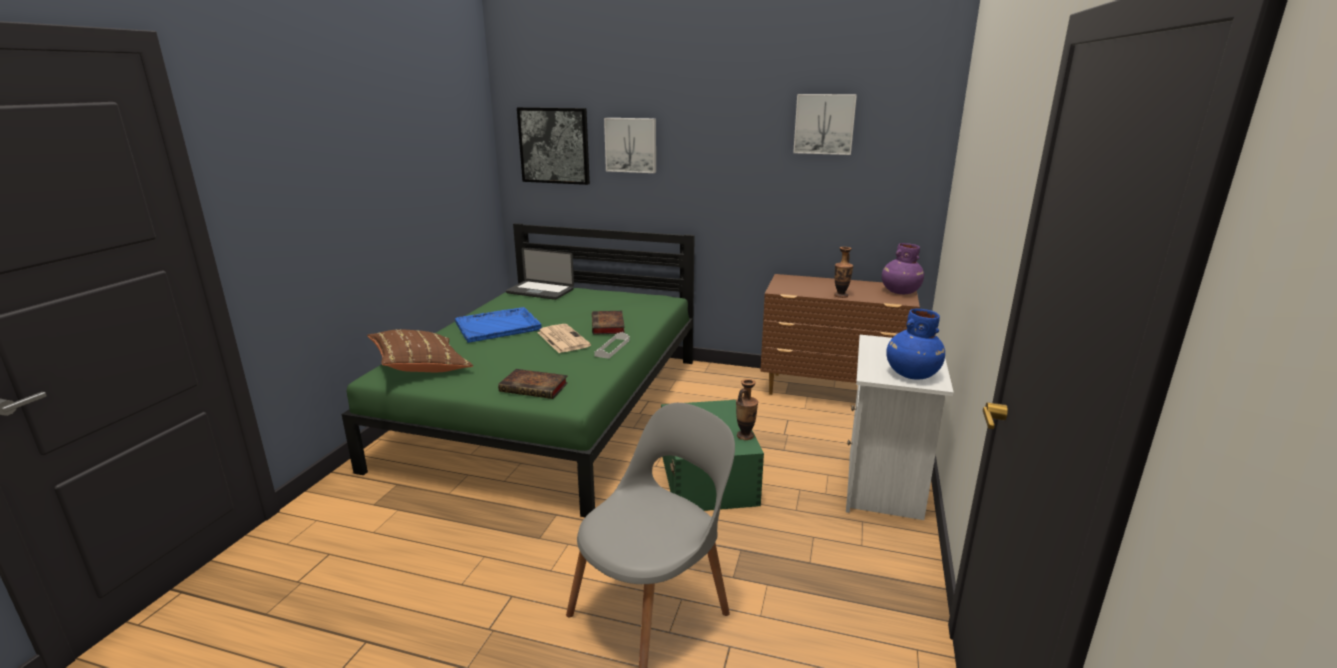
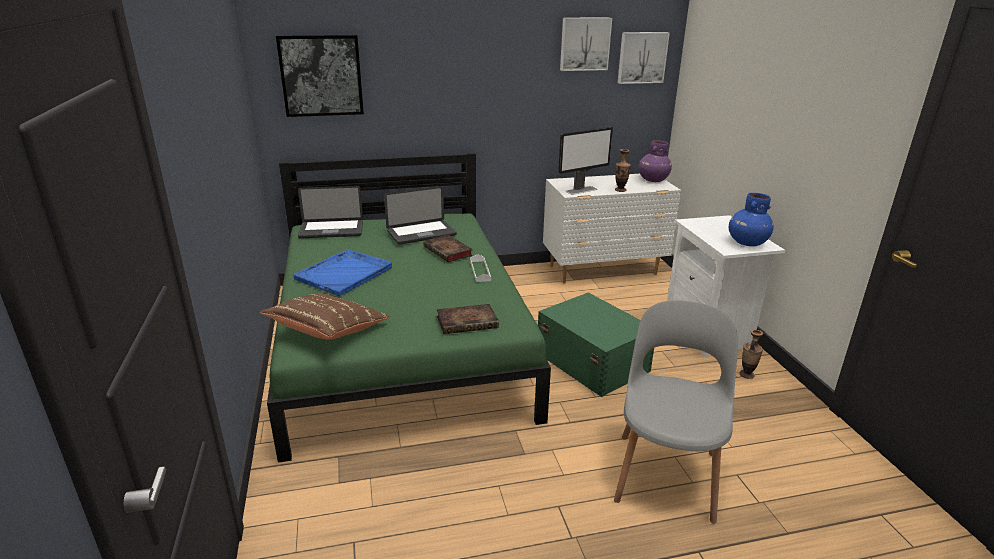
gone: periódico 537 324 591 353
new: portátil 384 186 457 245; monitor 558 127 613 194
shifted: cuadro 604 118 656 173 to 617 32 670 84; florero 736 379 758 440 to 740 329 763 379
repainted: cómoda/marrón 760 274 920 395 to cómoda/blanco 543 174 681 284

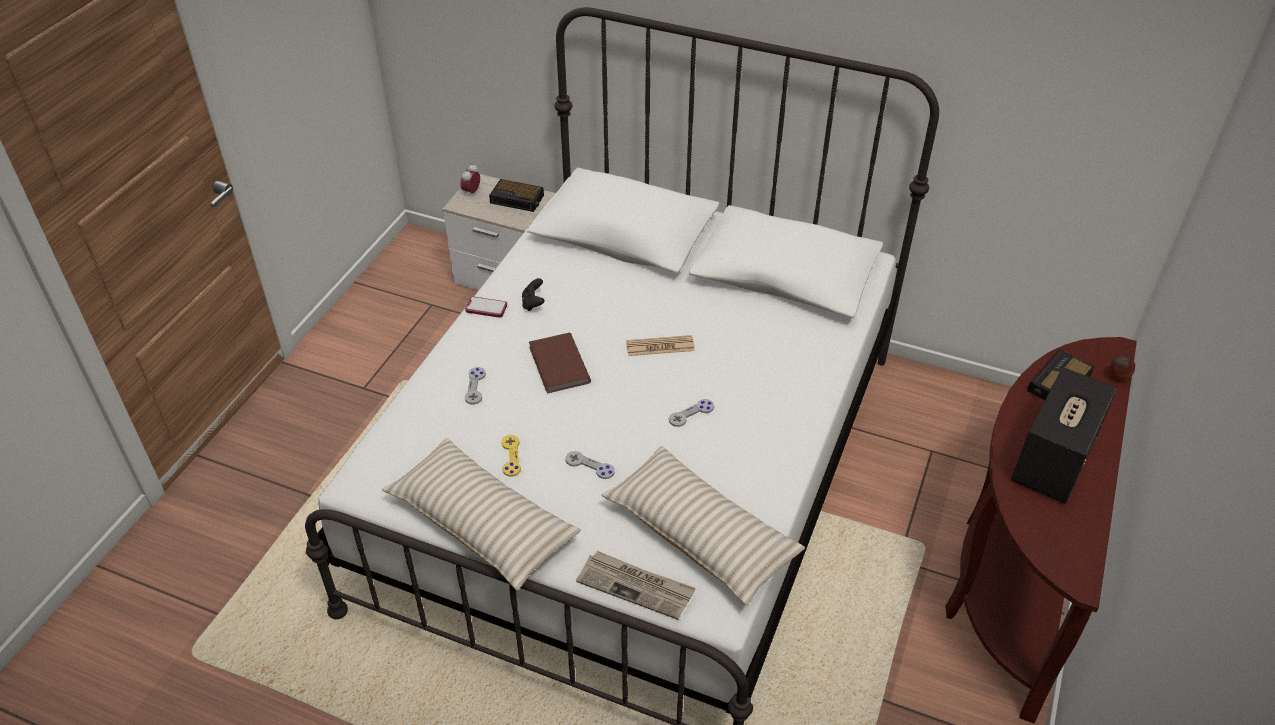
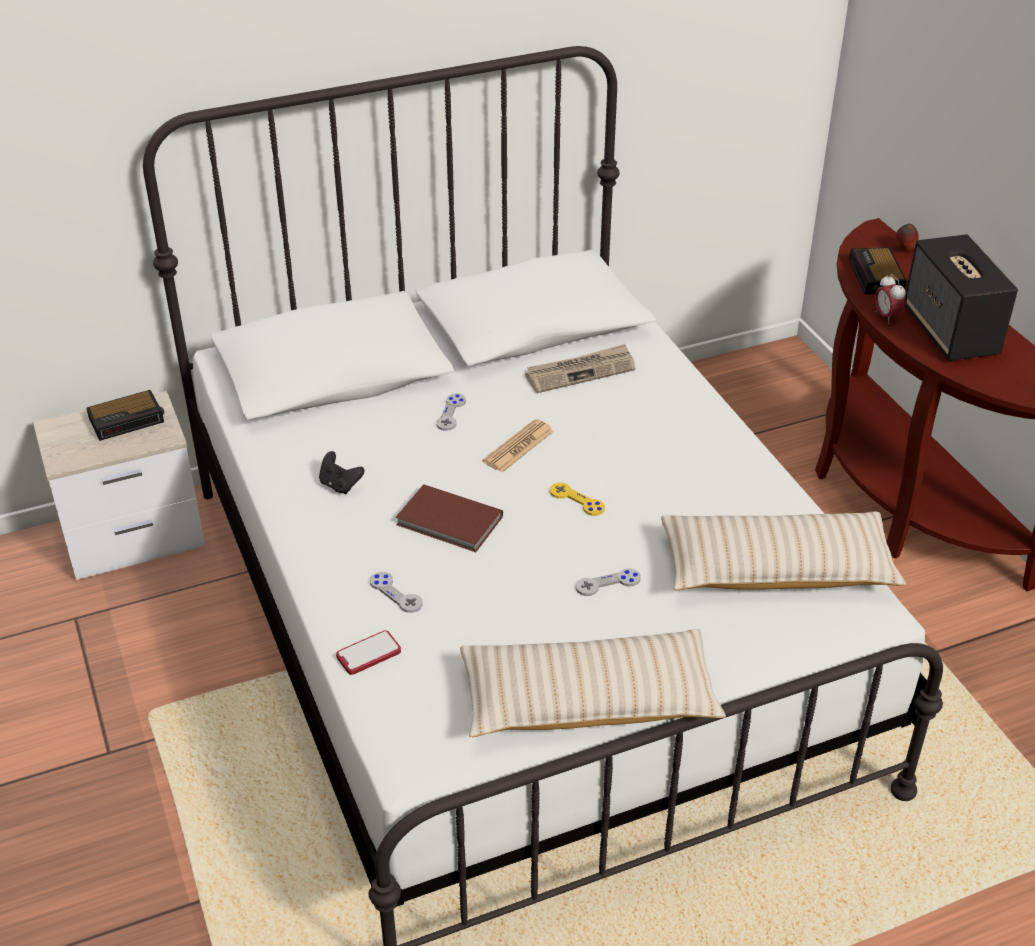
shifted: despertador 460 163 480 196 to 875 274 906 324; móvil 465 297 507 318 to 336 630 401 675; mando de consola/amarillo 501 435 521 477 to 550 483 605 516; periódico 576 551 696 620 to 525 344 636 393; mando de consola/gris 669 399 714 427 to 436 393 466 431

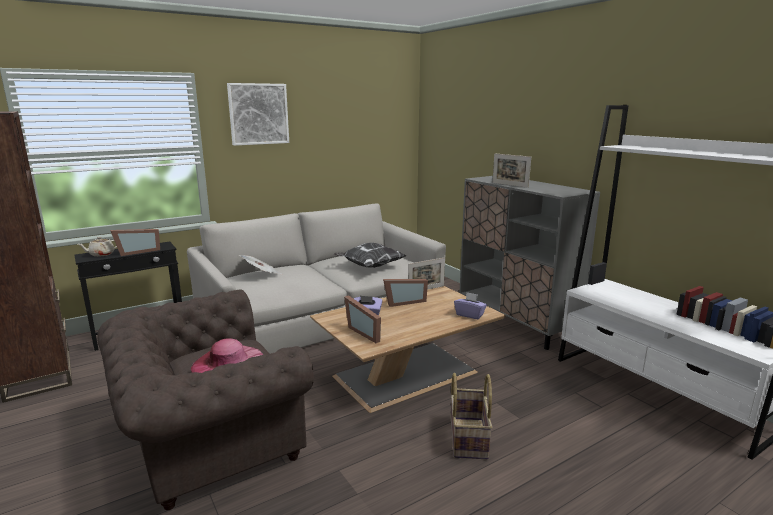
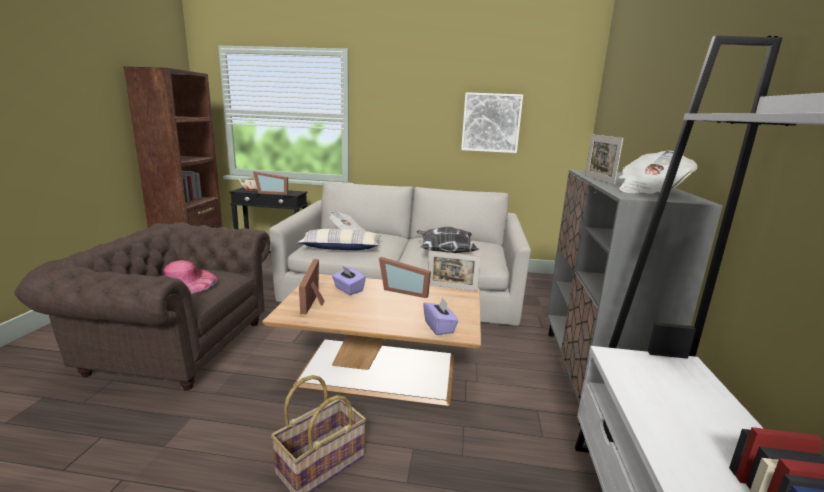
new: cojín 297 229 381 250; periódico 619 151 698 194
shifted: cuadro 227 83 289 146 to 461 92 523 153

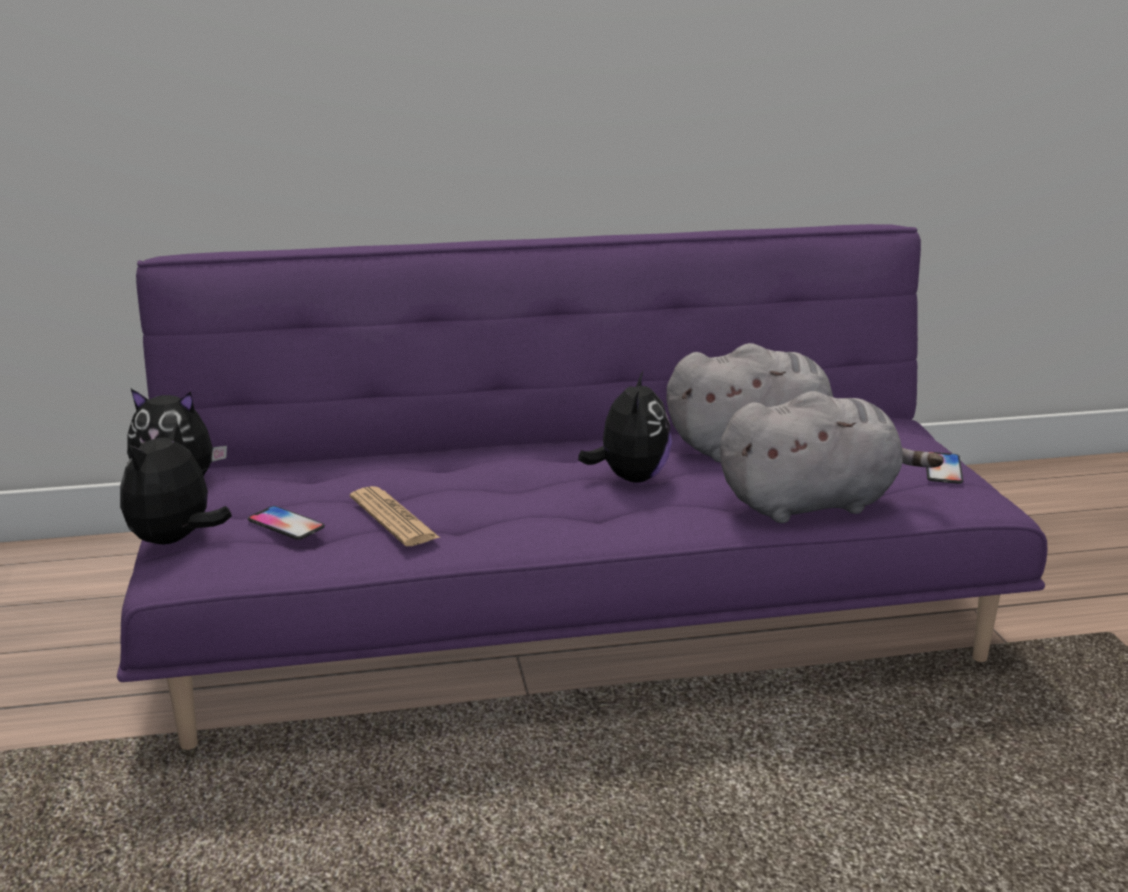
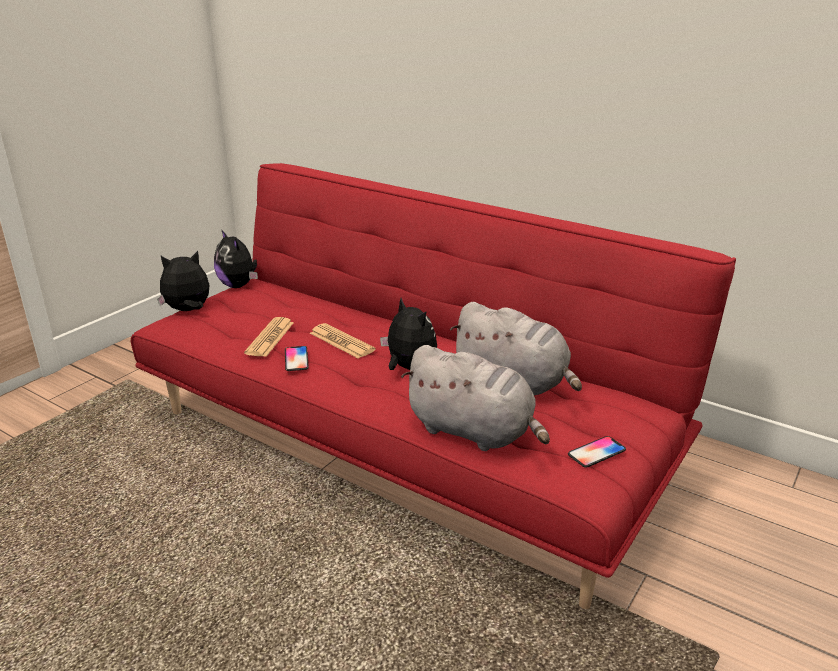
new: periódico 310 323 375 359
shifted: móvil 247 506 325 540 to 285 346 309 371
repainted: sofá/morado 117 224 1047 750 to sofá/rojo 131 163 736 609
rotated: peluche 578 370 672 483 = 380 298 437 370 90 degrees counterclockwise

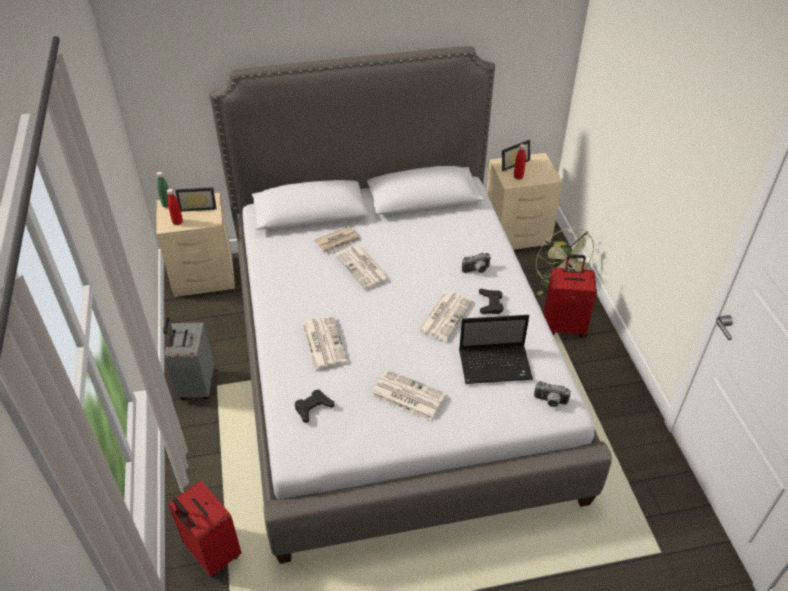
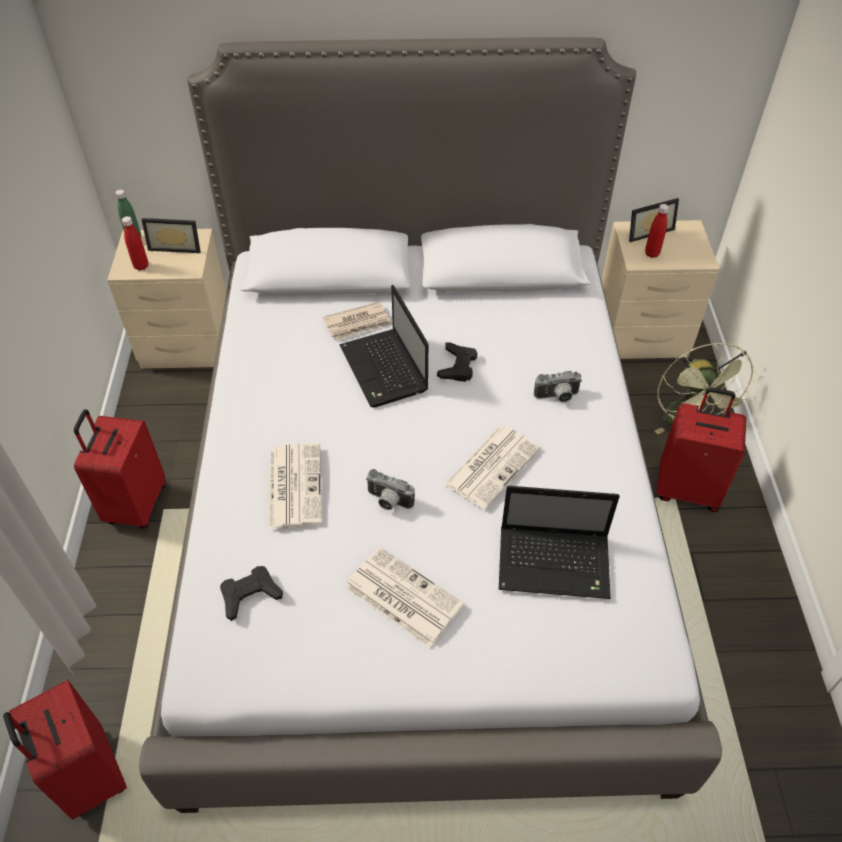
shifted: mando de consola/negro 479 289 504 314 to 437 342 478 382; cámara 534 381 571 407 to 366 469 415 510
swapped: periódico 335 245 391 289 to portátil 339 285 428 407
repainted: maleta/gris 163 317 214 400 to maleta/rojo 74 409 166 528

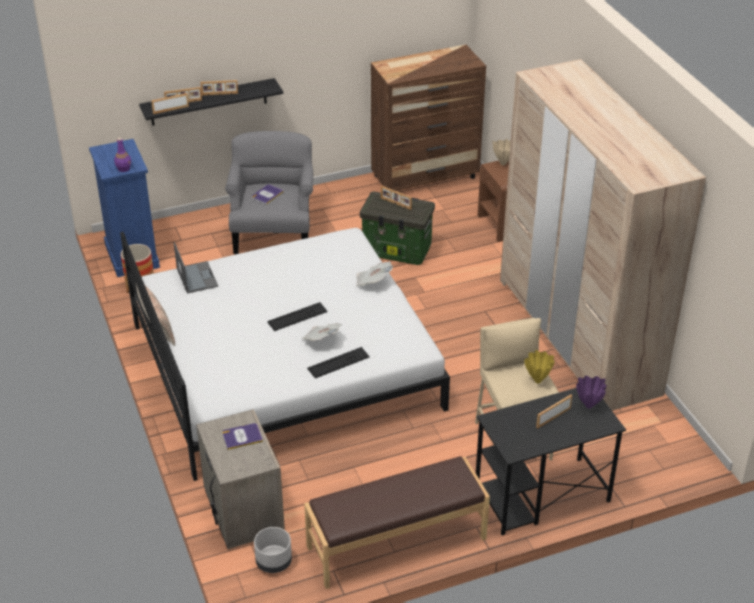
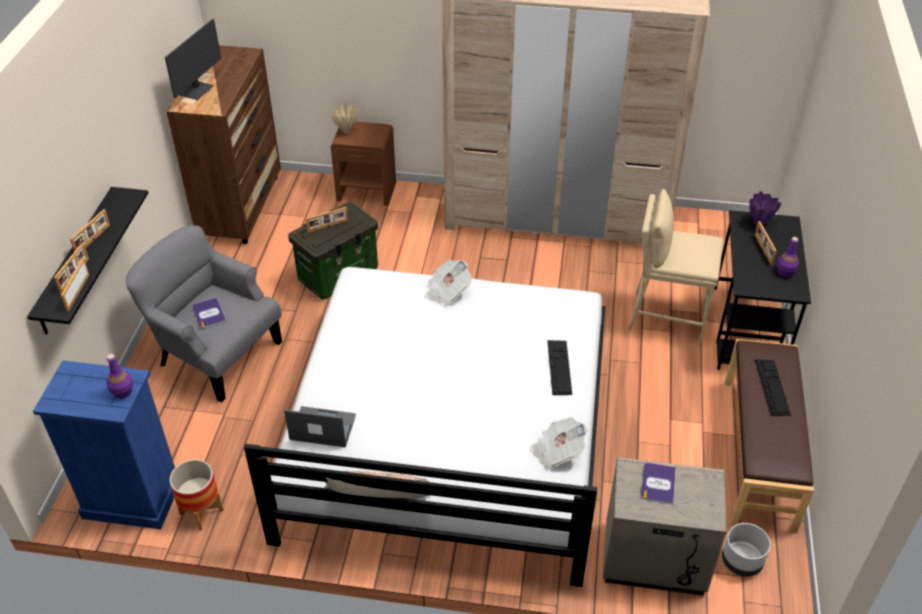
gone: florero/amarillo 524 350 555 383
new: monitor 165 19 221 100; botella/morado 777 237 799 277
shifted: teclado 267 302 328 331 to 755 359 791 416; periódico 302 323 342 341 to 530 417 588 468

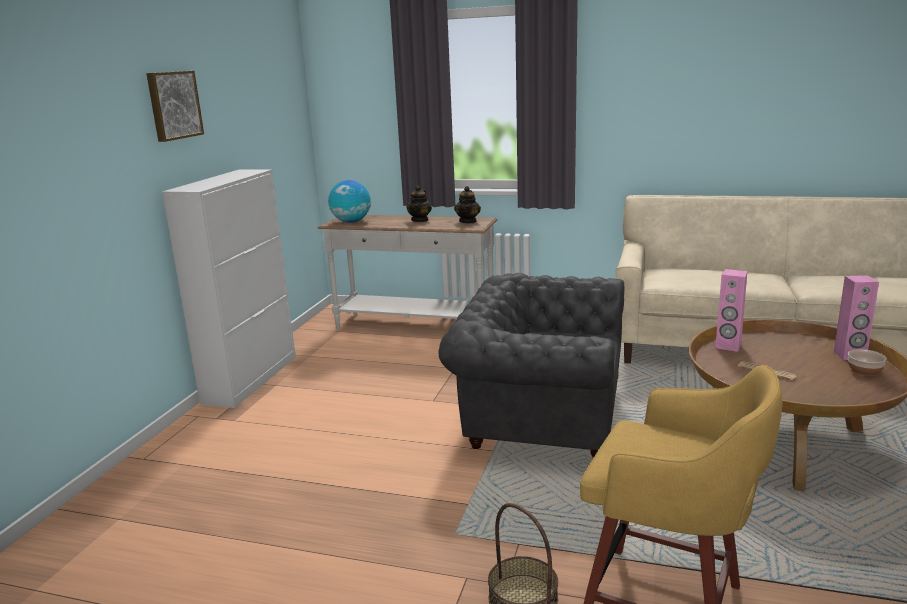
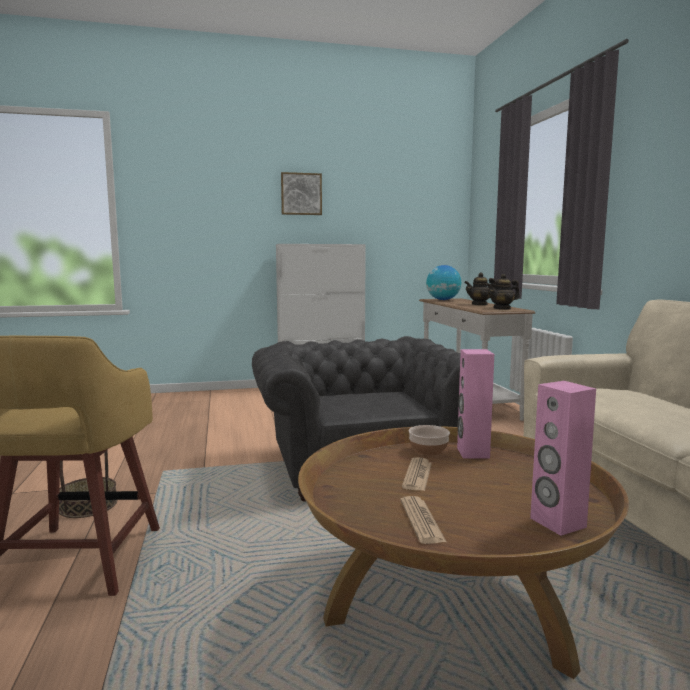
new: periódico 400 496 447 544
shifted: cuenco 848 349 887 376 to 409 425 450 456

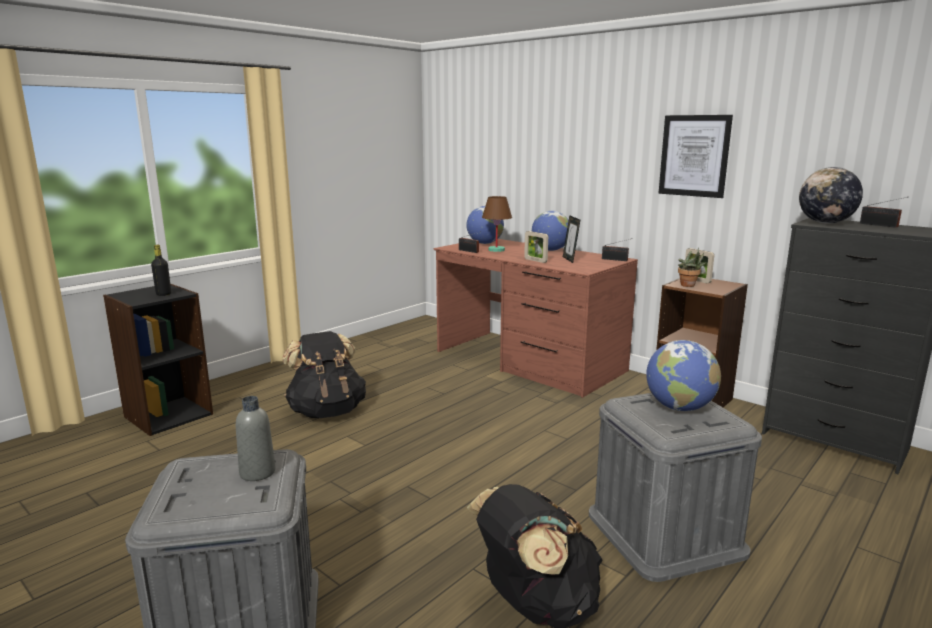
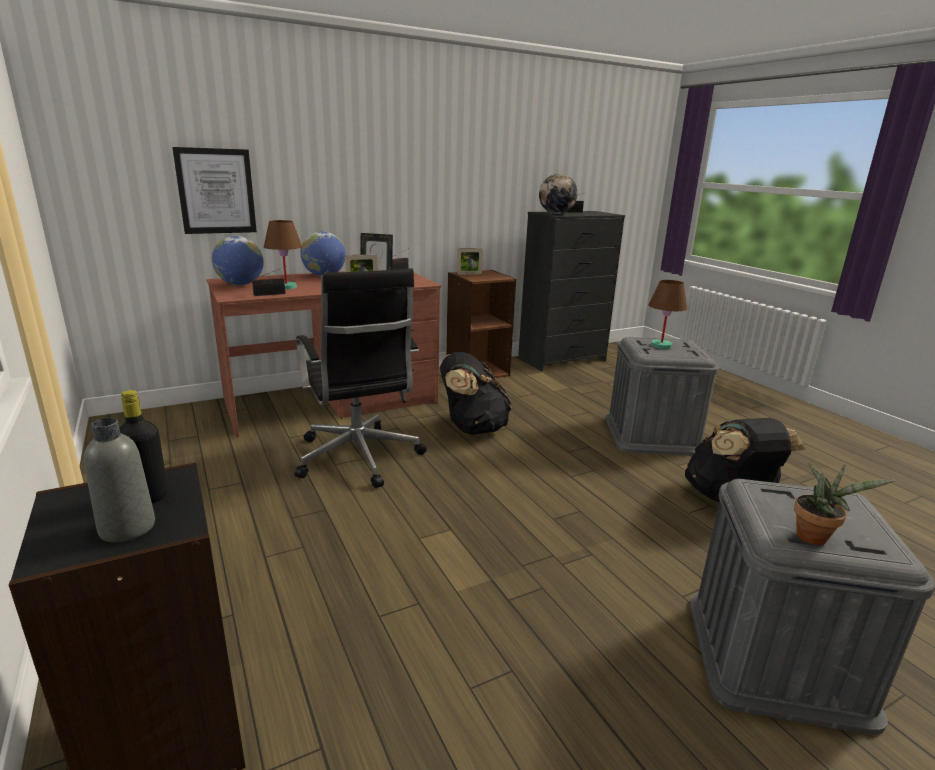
new: silla de oficina/negro 295 268 427 488
shifted: botella/gris 236 396 276 481 to 84 418 155 542; mochila/negro 282 331 366 418 to 440 352 512 435; cuadro 659 115 733 198 to 172 147 257 234; planta en maceta 678 248 706 287 to 794 463 896 545
swapped: globo terráqueo 646 340 721 411 to lámpara de mesa/marrón 649 280 687 349

